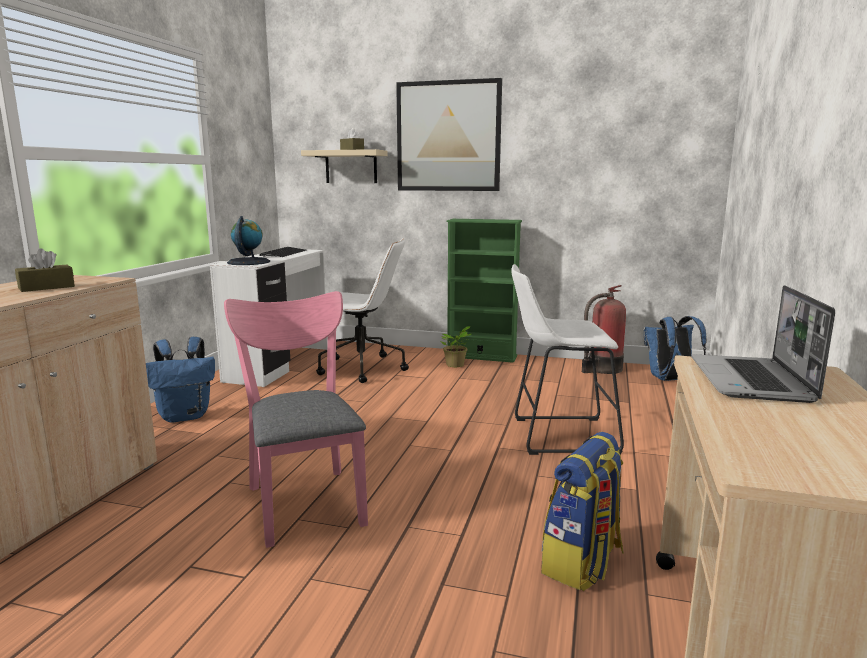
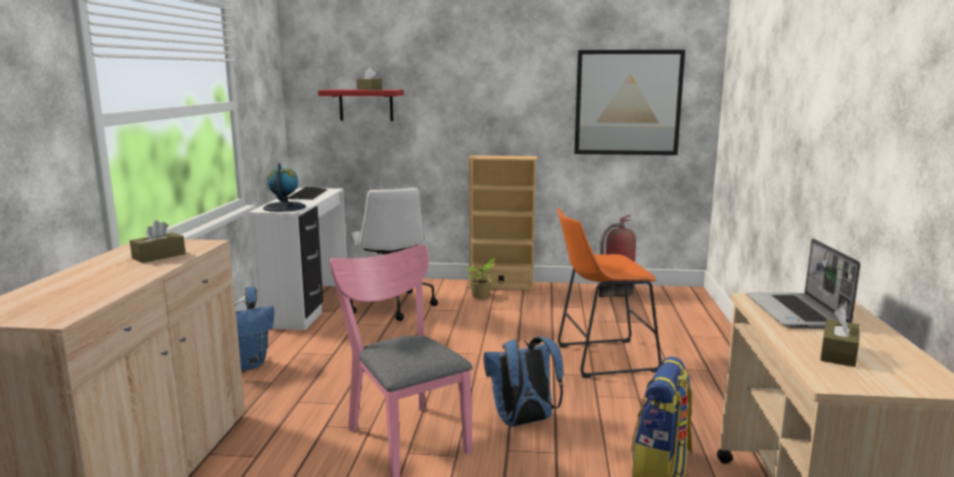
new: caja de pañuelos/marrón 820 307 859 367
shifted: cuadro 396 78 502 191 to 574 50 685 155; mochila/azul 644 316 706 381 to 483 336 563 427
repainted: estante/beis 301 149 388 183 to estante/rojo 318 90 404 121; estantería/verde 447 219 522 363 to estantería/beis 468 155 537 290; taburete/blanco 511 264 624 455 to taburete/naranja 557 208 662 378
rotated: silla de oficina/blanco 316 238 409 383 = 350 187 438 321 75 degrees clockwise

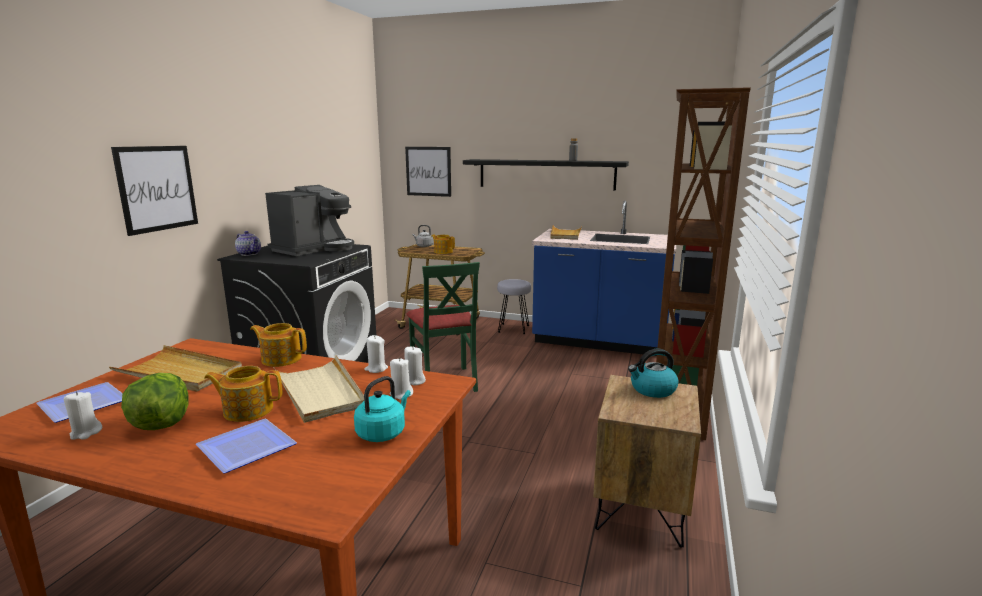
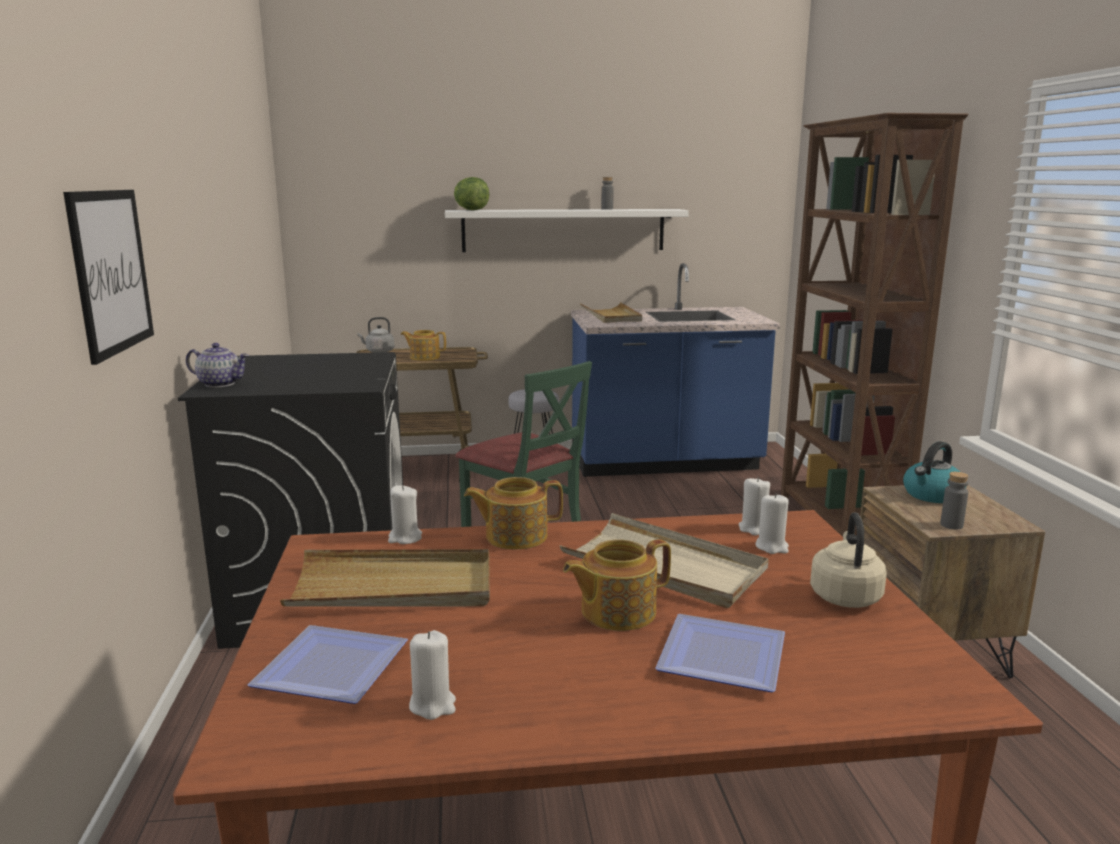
gone: cafetera 265 185 354 256; cuadro 405 147 451 197
new: botella/gris 940 472 968 530
shifted: lechuga 121 373 189 430 to 454 177 489 210; vela/blanco 364 335 388 373 to 388 485 422 544
repainted: hervidor/turquesa 354 376 411 442 to hervidor/beis 810 512 887 608; estante/negro 463 159 629 191 to estante/blanco 445 209 689 252

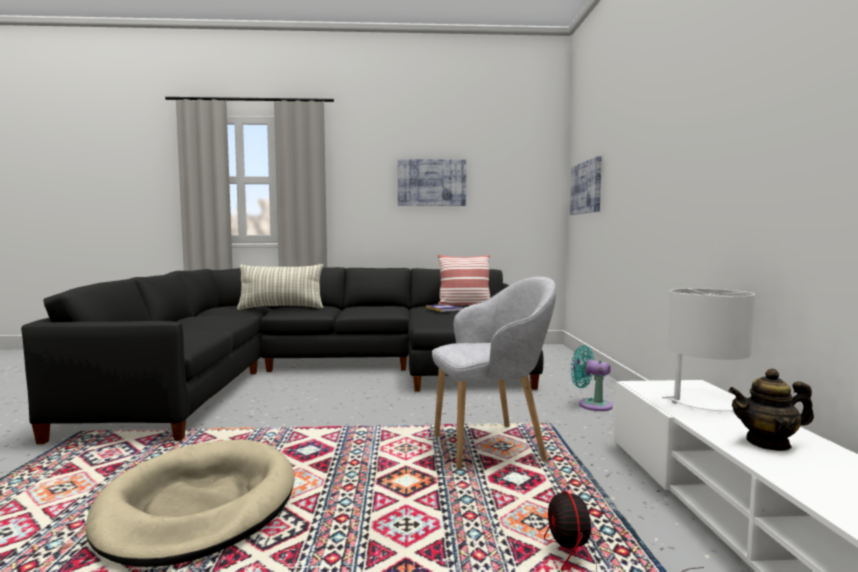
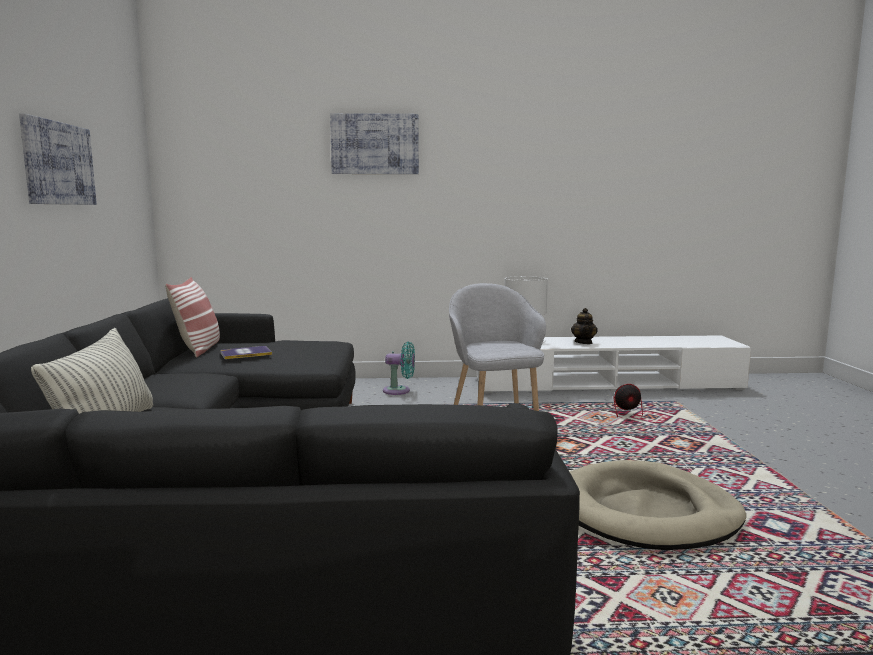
shifted: cuadro 570 156 602 215 to 330 113 419 174
rotated: ventilador/turquesa 571 345 613 411 = 383 342 415 395 120 degrees counterclockwise

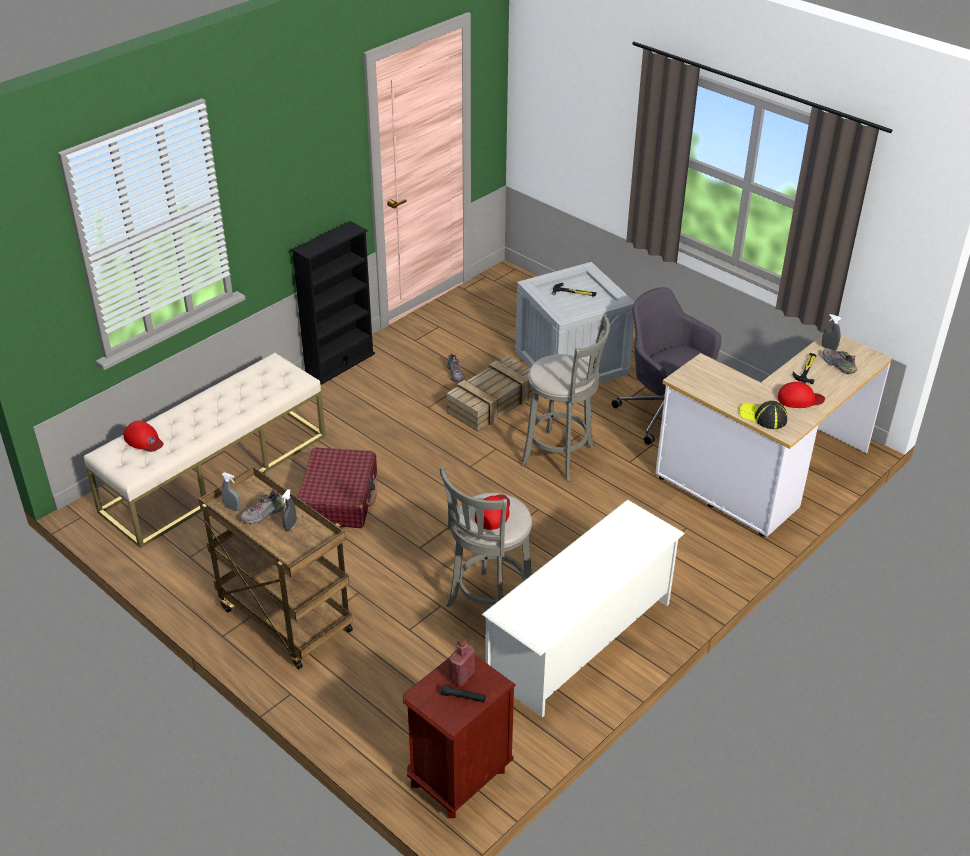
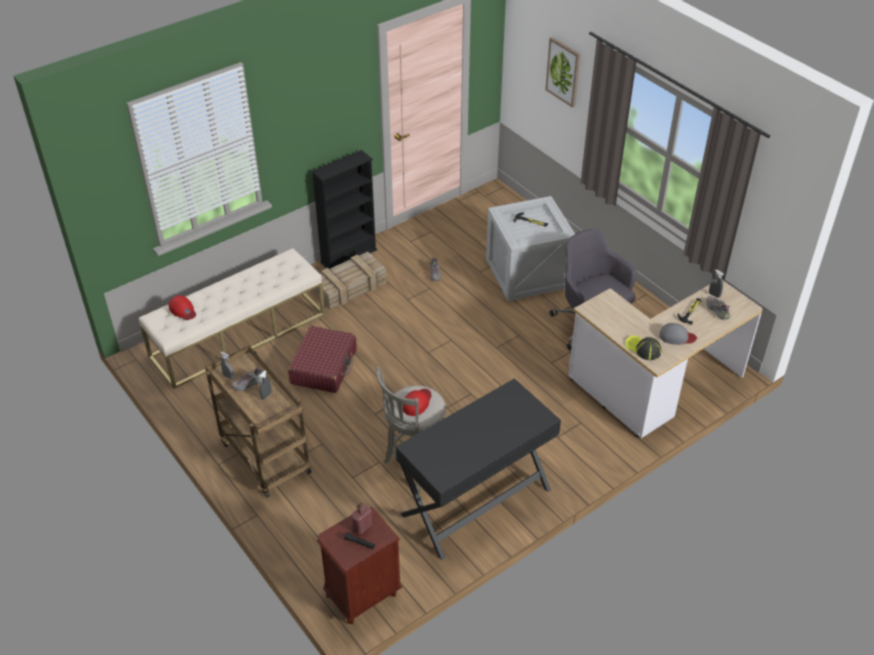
gone: taburete/gris 521 314 610 482
new: cuadro 545 37 580 108
shifted: caja de embalaje 447 356 533 432 to 313 252 387 309
swapped: zapatero/blanco 482 499 685 717 to escritorio/negro 396 378 561 560
repainted: gorra/rojo 777 382 825 408 to gorra/gris 659 323 697 345

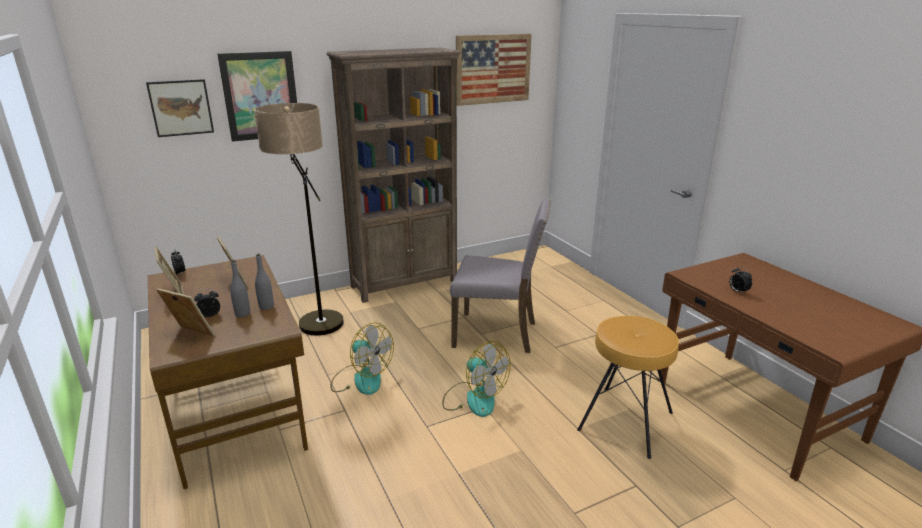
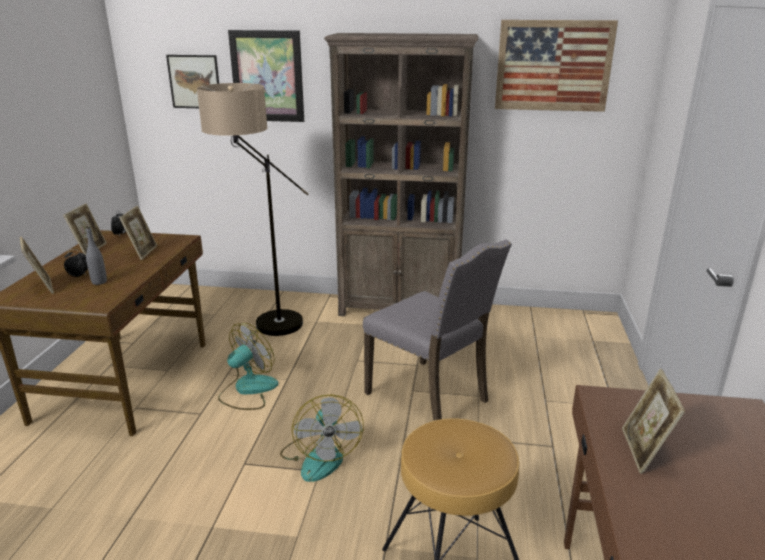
gone: botella/gris 255 254 274 310
swapped: despertador 729 266 752 295 to portarretratos 622 368 685 474
rotated: ventilador 330 322 394 395 = 218 323 278 410 120 degrees counterclockwise

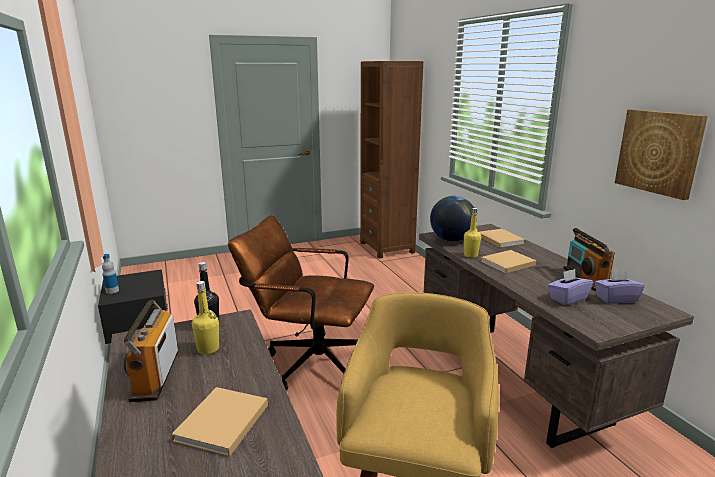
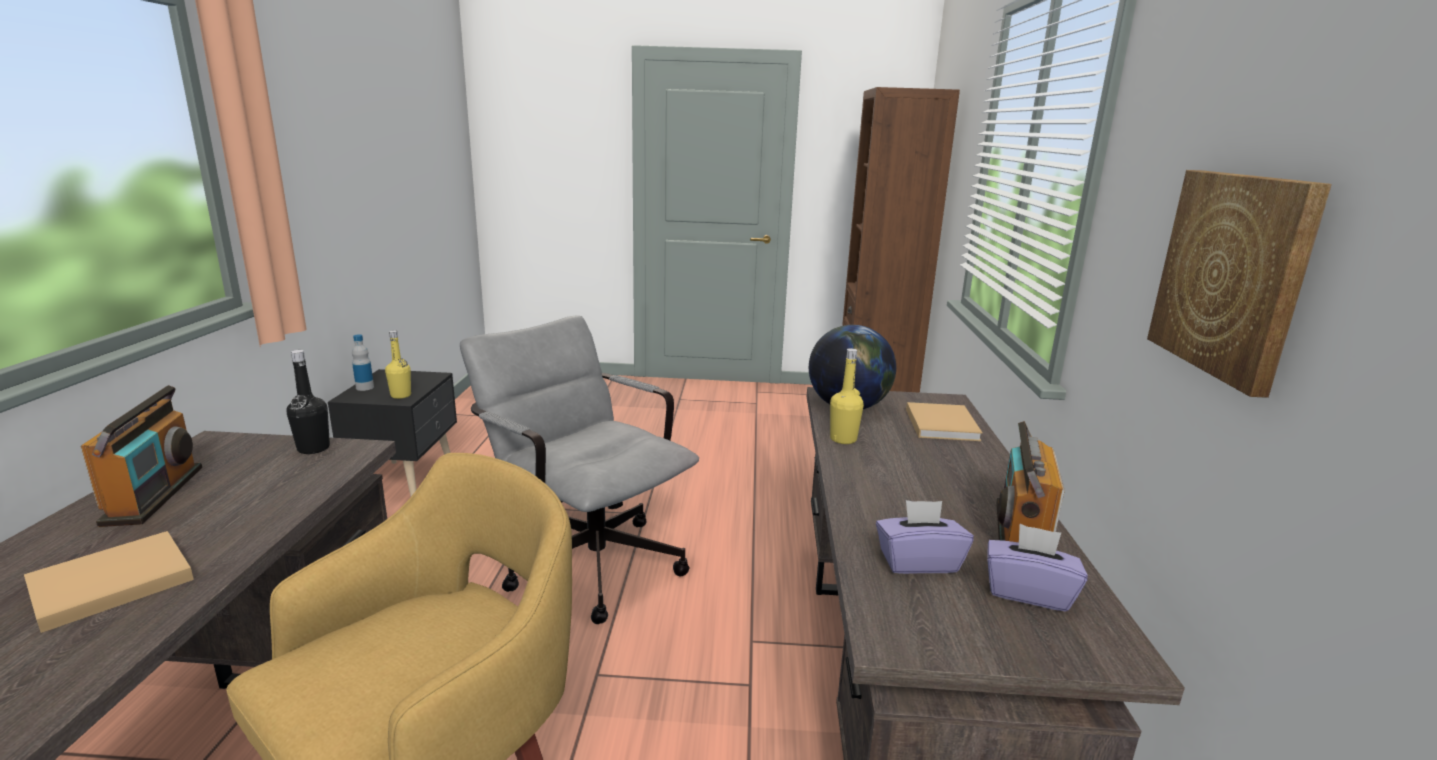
gone: libro/beis 481 250 536 273
shifted: botella/amarillo 192 281 219 354 to 385 330 411 399
repainted: silla de oficina/marrón 228 215 374 391 to silla de oficina/gris 460 315 699 624
rotated: radio 124 300 178 402 = 80 385 202 527 150 degrees clockwise

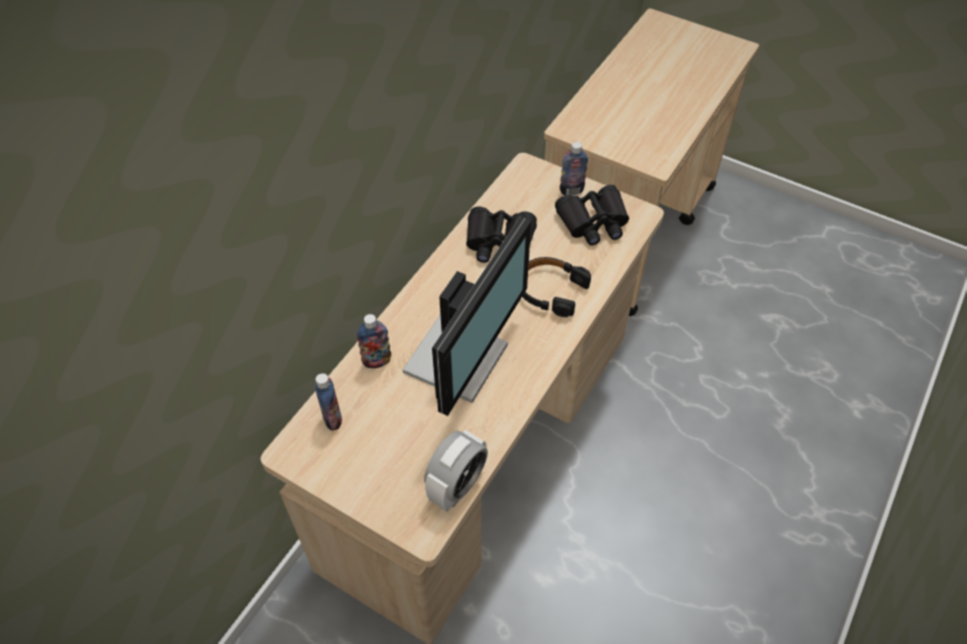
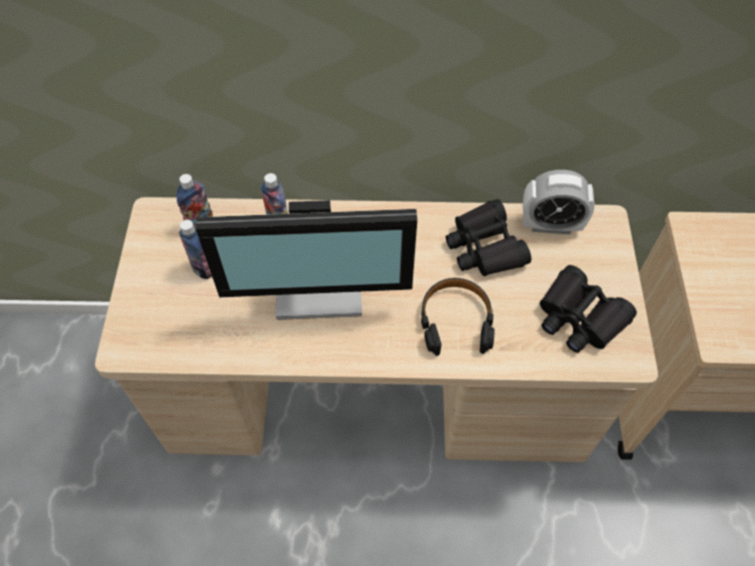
shifted: despertador 424 430 488 512 to 523 170 594 234; botella 560 142 588 196 to 179 220 212 279

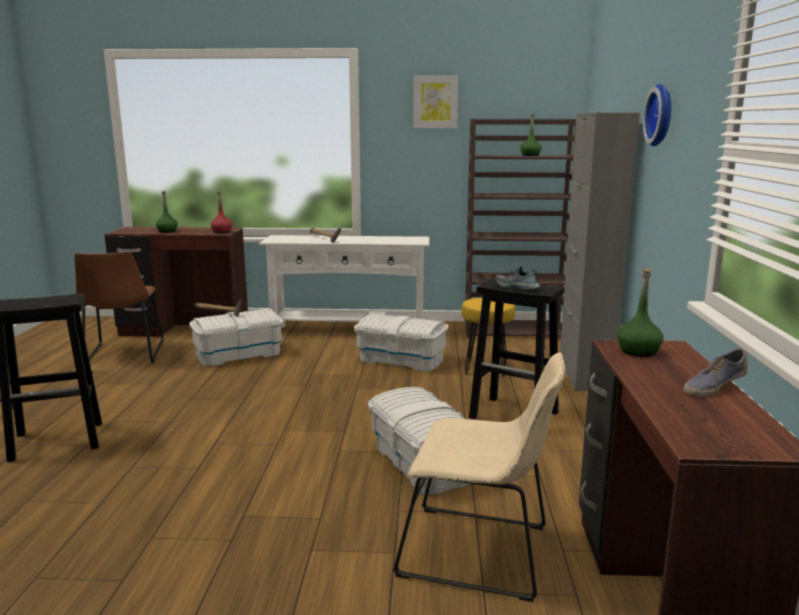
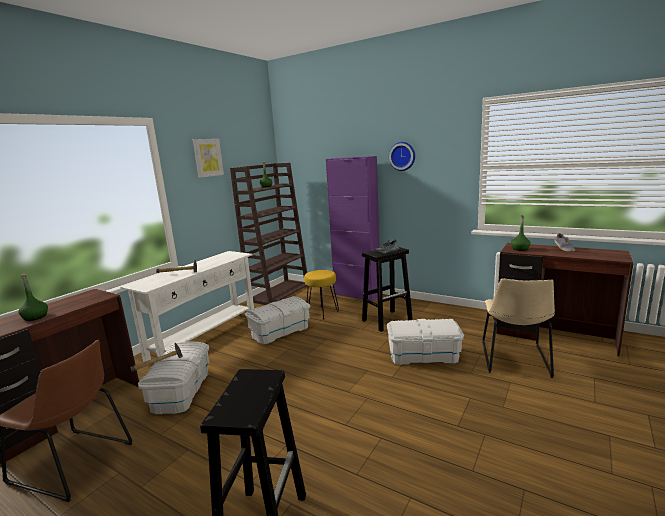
gone: botella/rojo 211 191 232 233
repainted: armario/gris 560 113 640 391 to armario/morado 326 156 380 301
rotated: silla/beis 393 353 565 602 = 482 278 555 378 150 degrees clockwise

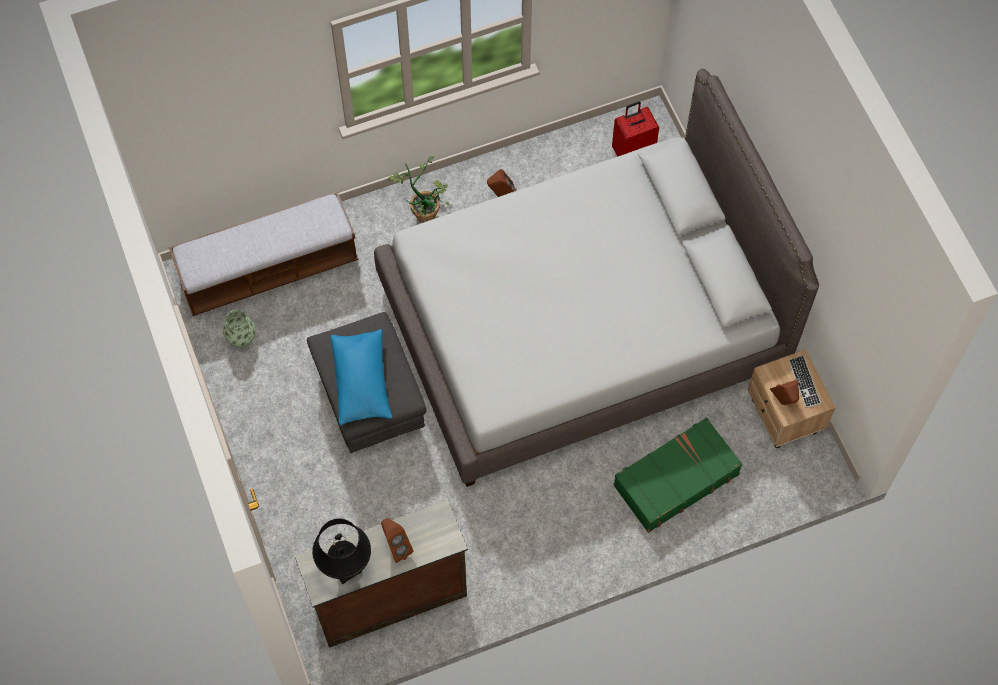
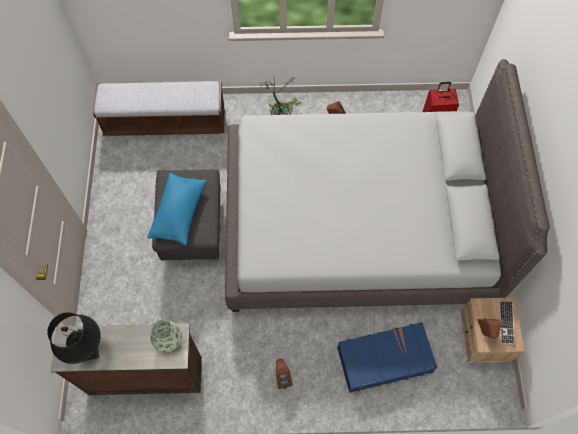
shifted: florero 223 310 256 348 to 150 320 182 352; altavoz/marrón 381 518 413 563 to 276 359 293 389
repainted: maleta/verde 613 417 743 533 to maleta/azul 337 322 438 393

